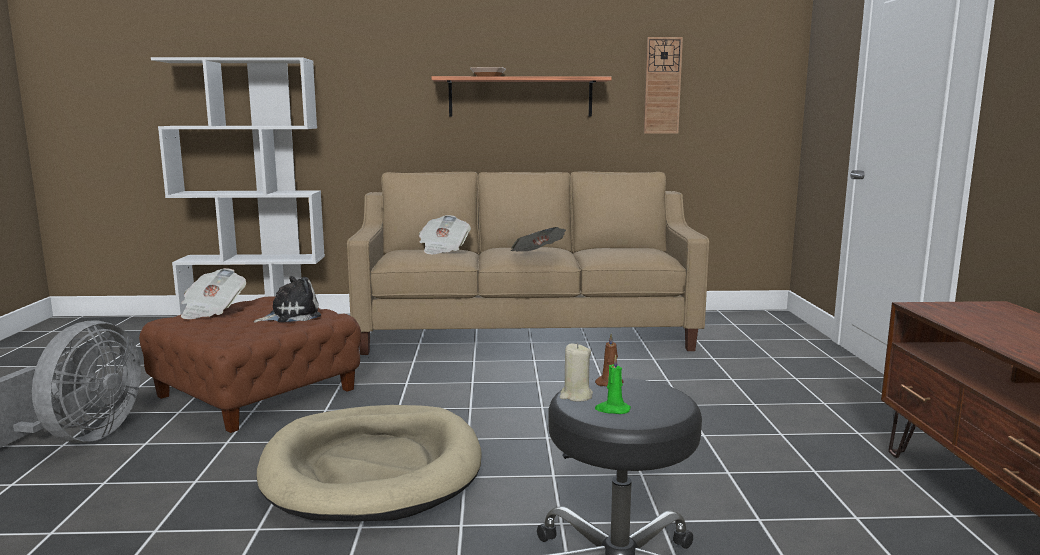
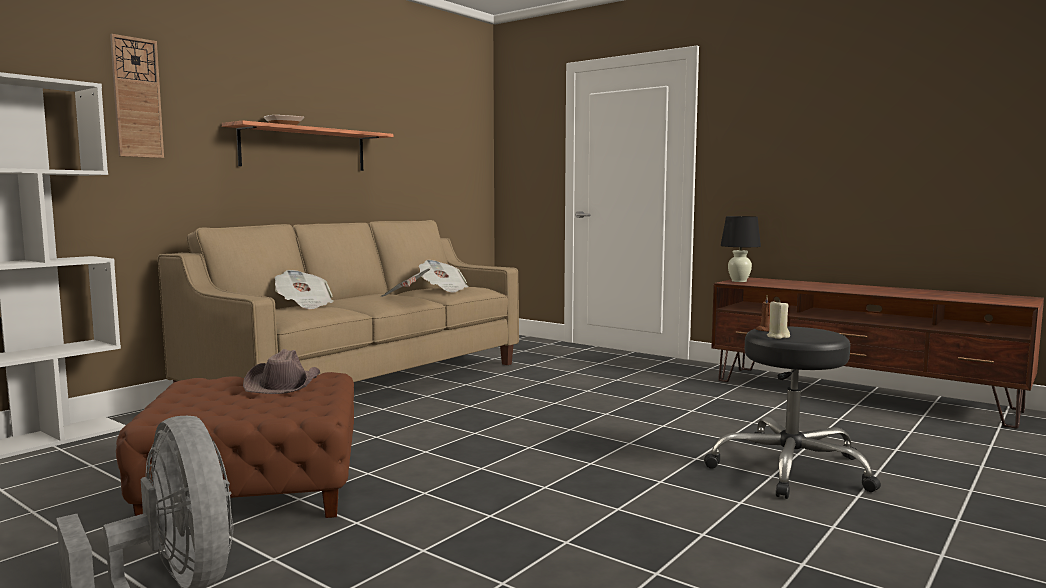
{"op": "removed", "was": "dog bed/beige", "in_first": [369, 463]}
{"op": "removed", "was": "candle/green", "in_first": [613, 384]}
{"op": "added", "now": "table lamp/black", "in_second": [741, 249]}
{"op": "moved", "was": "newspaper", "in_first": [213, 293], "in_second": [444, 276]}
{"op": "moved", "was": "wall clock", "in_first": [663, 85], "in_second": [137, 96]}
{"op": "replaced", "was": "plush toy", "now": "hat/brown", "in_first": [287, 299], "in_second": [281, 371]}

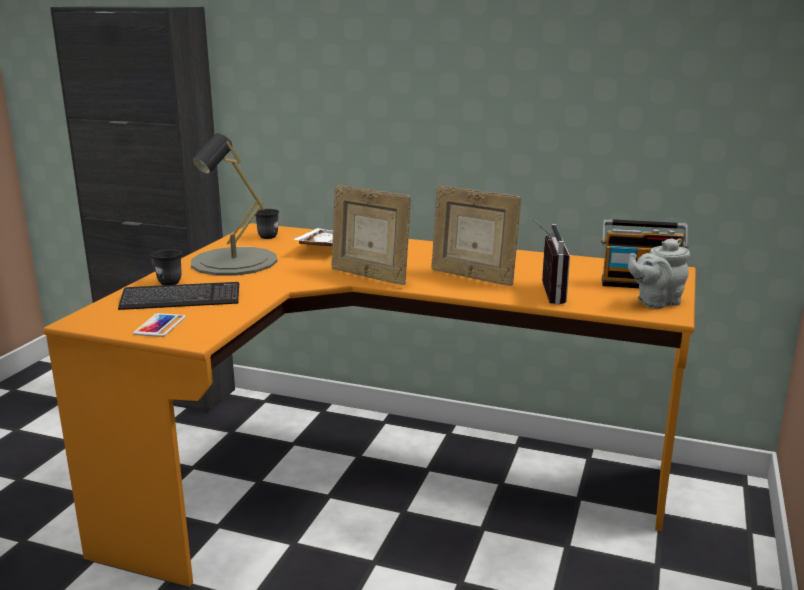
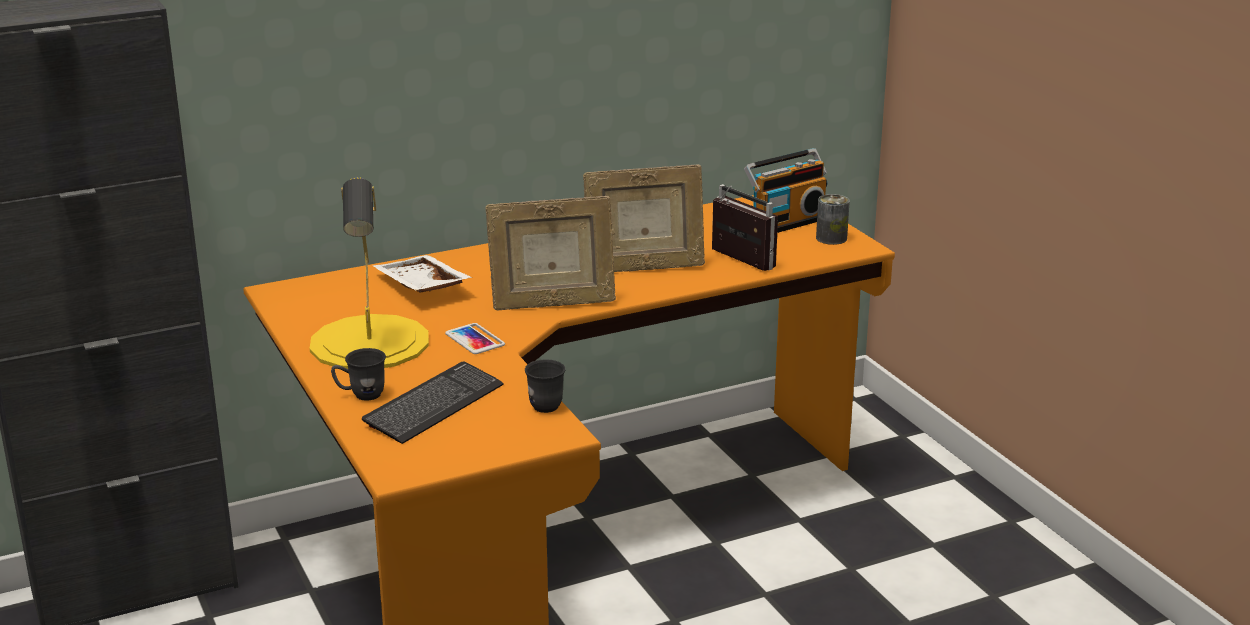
{"op": "moved", "was": "phone", "in_first": [159, 325], "in_second": [475, 338]}
{"op": "moved", "was": "mug/grey", "in_first": [267, 224], "in_second": [545, 386]}
{"op": "replaced", "was": "teapot/grey", "now": "can", "in_first": [659, 273], "in_second": [833, 219]}
{"op": "recoloured", "was": "table lamp/grey", "now": "table lamp/yellow", "in_first": [234, 204], "in_second": [369, 273]}

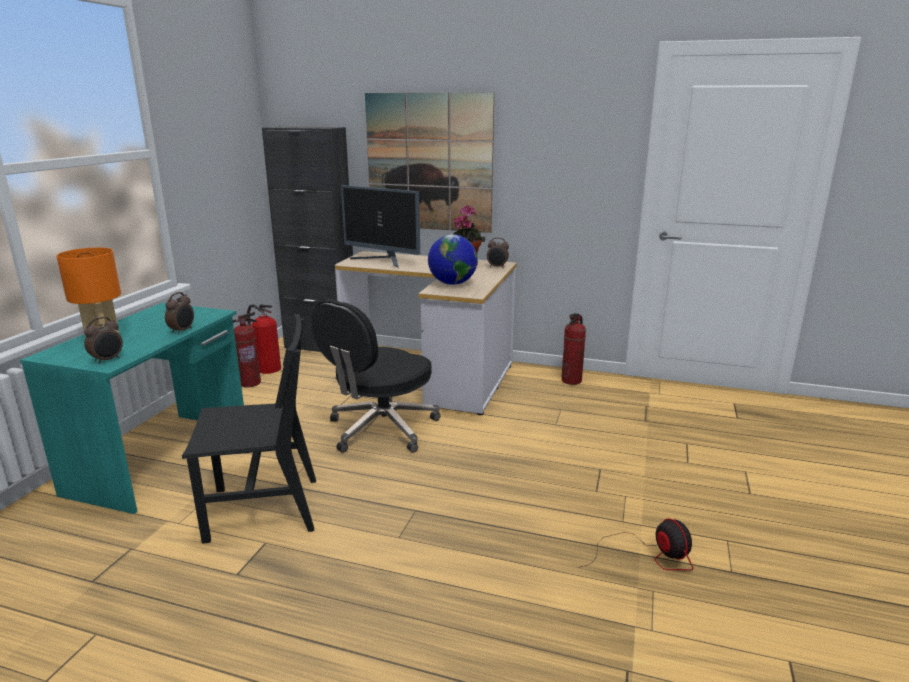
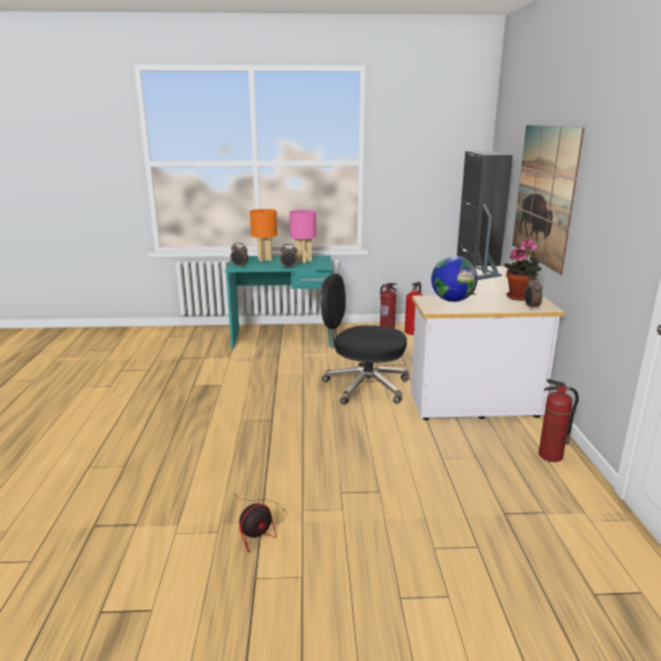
{"op": "removed", "was": "chair/black", "in_first": [249, 429]}
{"op": "added", "now": "table lamp/pink", "in_second": [302, 236]}

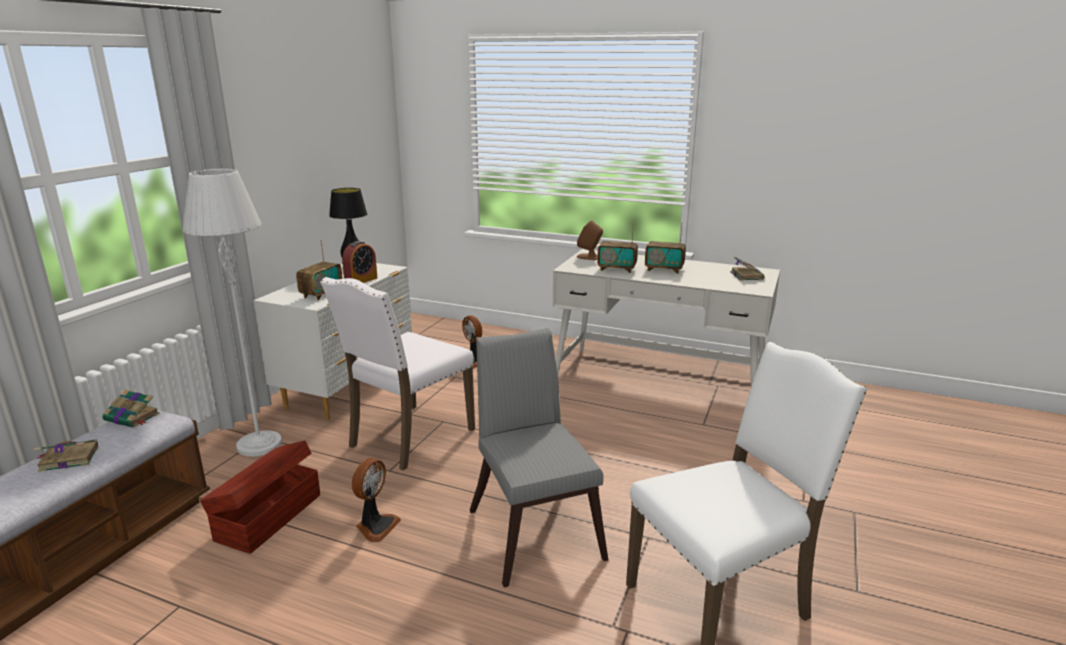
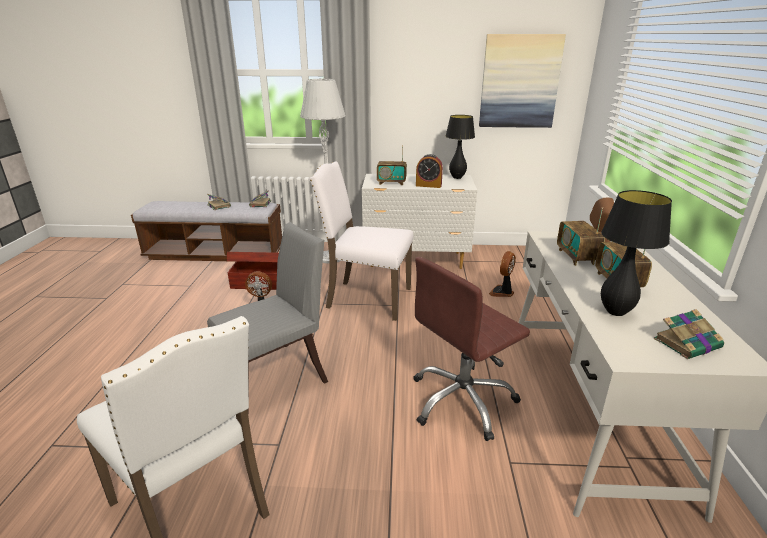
{"op": "added", "now": "office chair/brown", "in_second": [471, 349]}
{"op": "added", "now": "picture", "in_second": [522, 81]}
{"op": "added", "now": "table lamp/black", "in_second": [636, 253]}

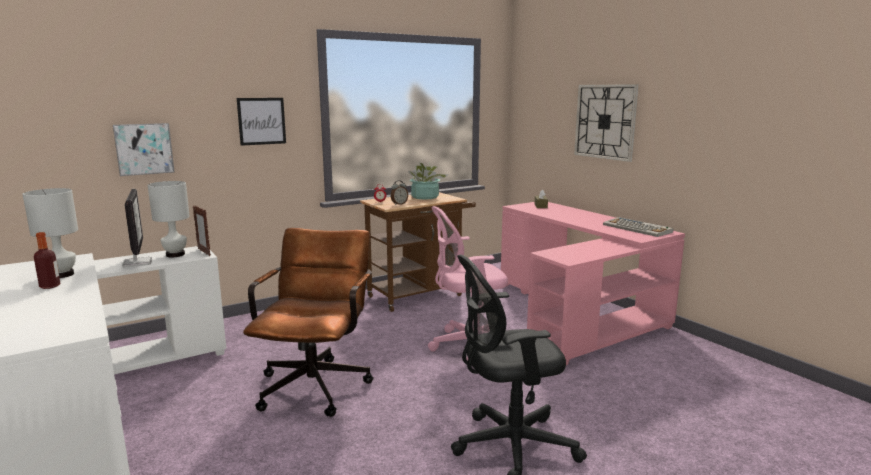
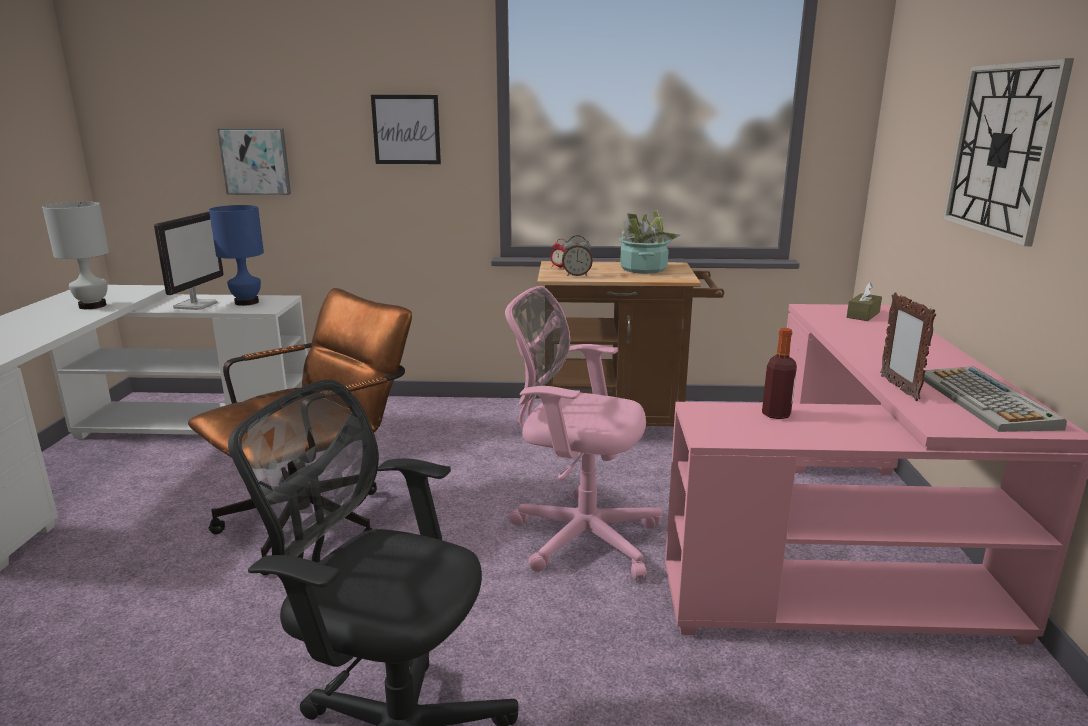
{"op": "moved", "was": "bottle", "in_first": [47, 260], "in_second": [779, 373]}
{"op": "moved", "was": "picture frame", "in_first": [202, 230], "in_second": [908, 347]}
{"op": "recoloured", "was": "table lamp/white", "now": "table lamp/blue", "in_first": [169, 219], "in_second": [236, 255]}

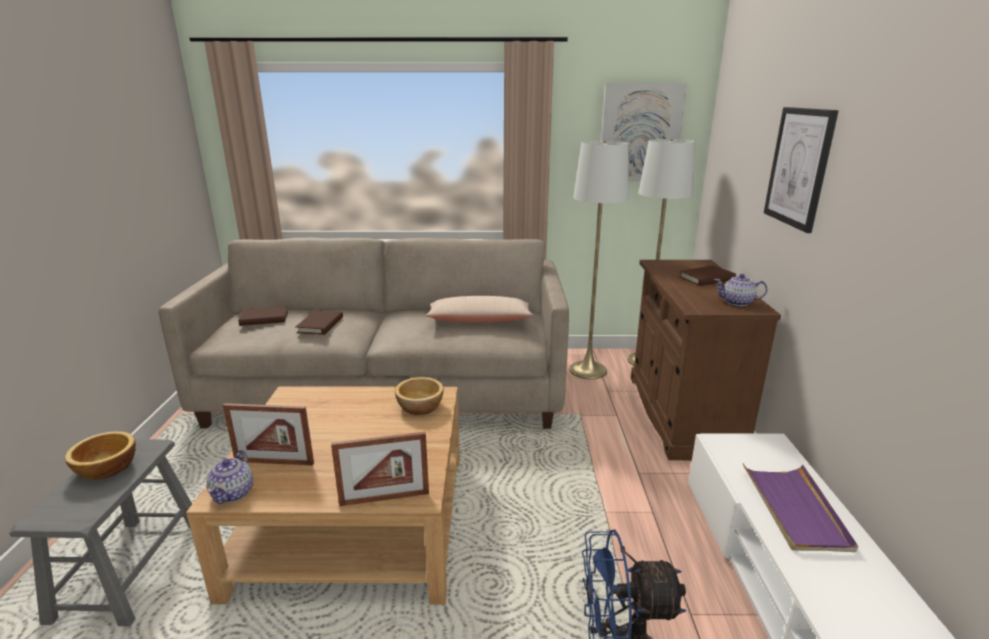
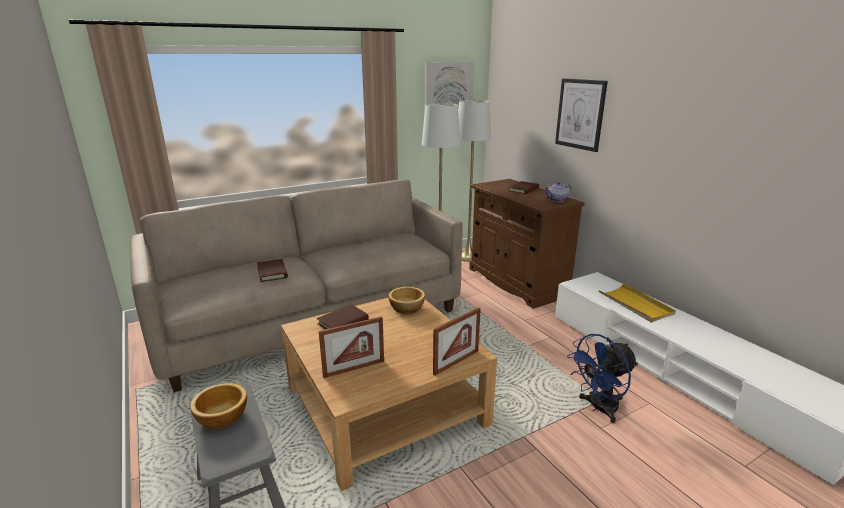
{"op": "removed", "was": "teapot", "in_first": [229, 477]}
{"op": "removed", "was": "pillow/beige", "in_first": [479, 309]}
{"op": "moved", "was": "book/brown", "in_first": [263, 316], "in_second": [343, 316]}
{"op": "recoloured", "was": "tray/purple", "now": "tray/yellow", "in_first": [800, 508], "in_second": [637, 302]}

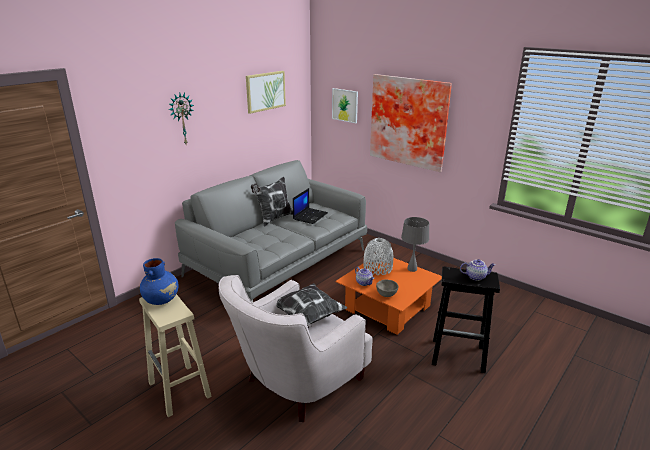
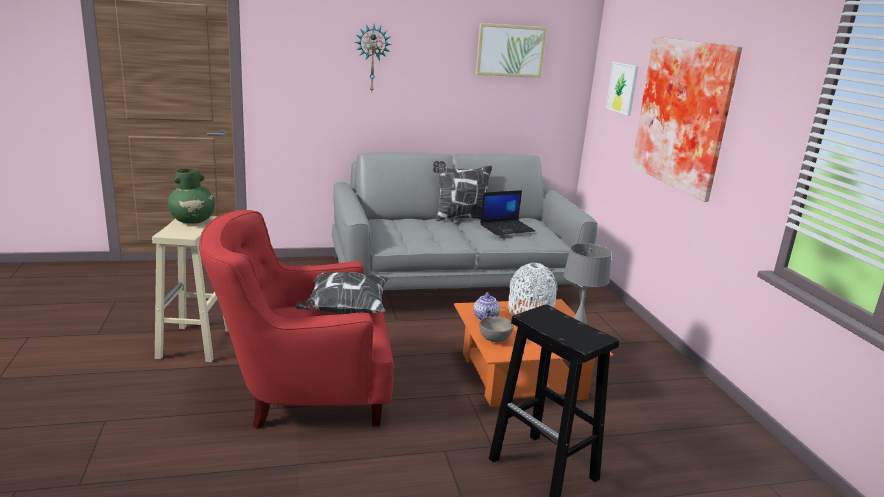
{"op": "removed", "was": "teapot", "in_first": [477, 270]}
{"op": "recoloured", "was": "vase/blue", "now": "vase/green", "in_first": [159, 281], "in_second": [191, 196]}
{"op": "recoloured", "was": "armchair/white", "now": "armchair/red", "in_first": [296, 348], "in_second": [296, 319]}

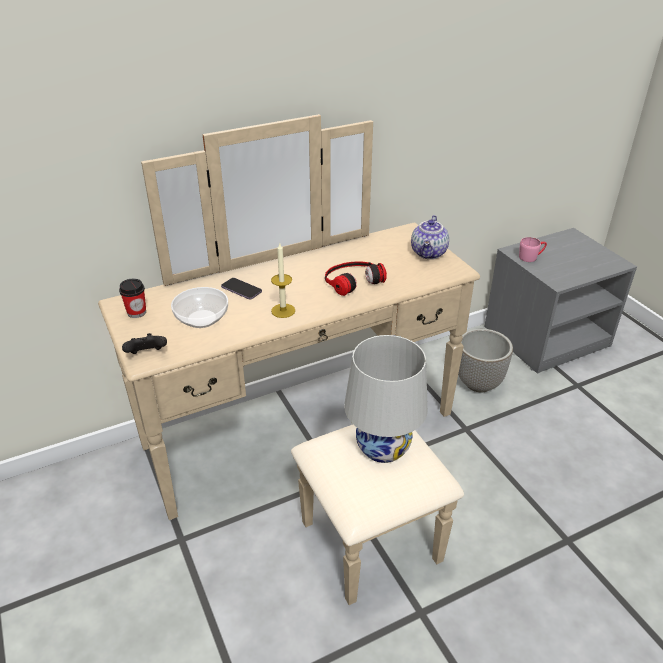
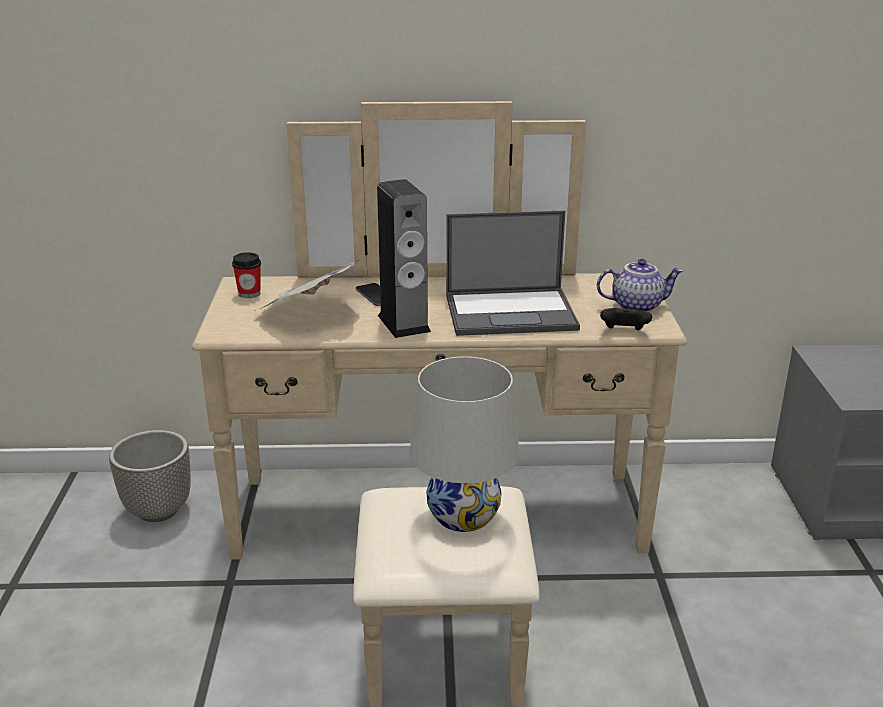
{"op": "removed", "was": "mug/pink", "in_first": [533, 249]}
{"op": "moved", "was": "game controller/black", "in_first": [144, 343], "in_second": [626, 318]}
{"op": "moved", "was": "planter", "in_first": [485, 360], "in_second": [150, 476]}
{"op": "replaced", "was": "bowl", "now": "newspaper", "in_first": [199, 307], "in_second": [307, 285]}
{"op": "replaced", "was": "candle", "now": "speaker", "in_first": [283, 280], "in_second": [404, 258]}
{"op": "replaced", "was": "headphones", "now": "laptop", "in_first": [356, 278], "in_second": [513, 273]}
{"op": "turned", "was": "teapot", "in_first": [430, 237], "in_second": [640, 285], "clockwise": -135}

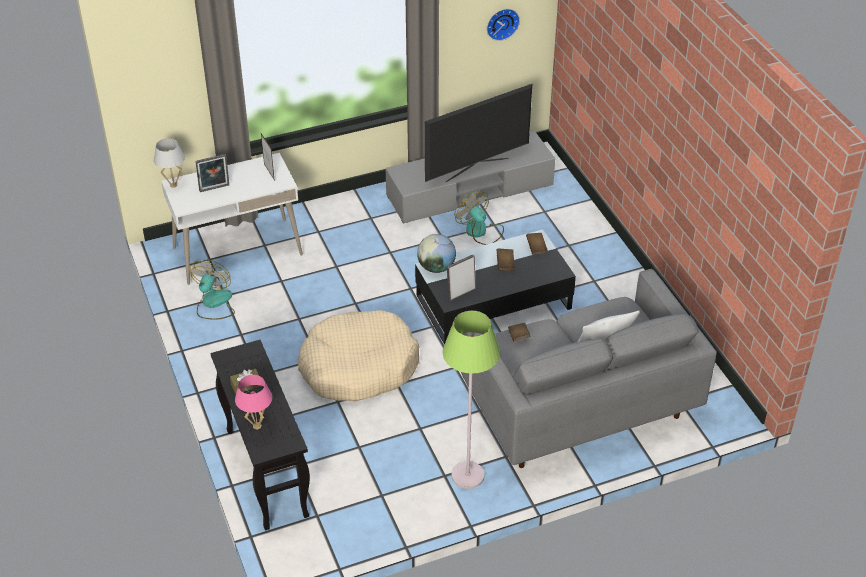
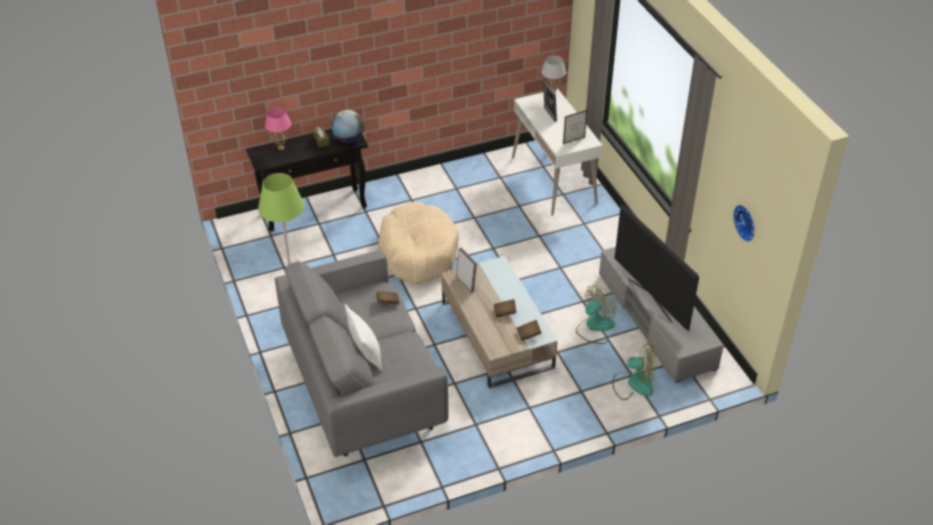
{"op": "moved", "was": "fan", "in_first": [212, 289], "in_second": [634, 371]}
{"op": "moved", "was": "globe", "in_first": [436, 253], "in_second": [347, 126]}
{"op": "recoloured", "was": "coffee table/black", "now": "coffee table/beige", "in_first": [495, 286], "in_second": [499, 322]}

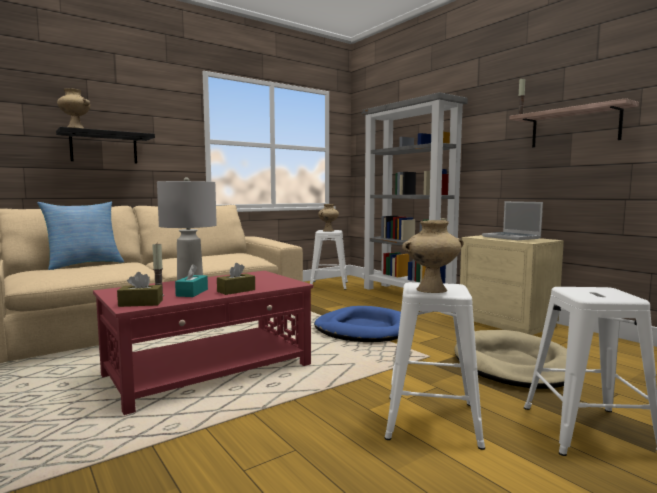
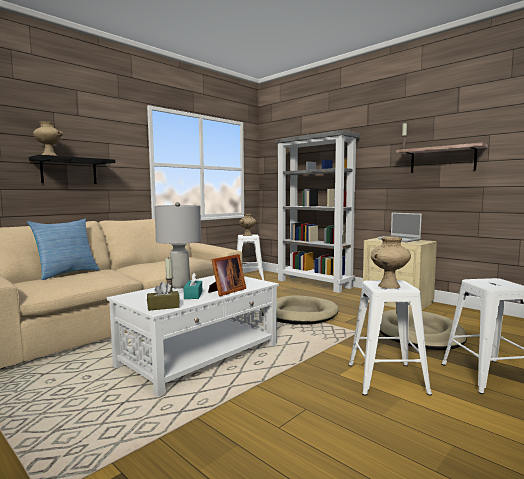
{"op": "replaced", "was": "tissue box/brown", "now": "picture frame", "in_first": [236, 279], "in_second": [227, 275]}
{"op": "recoloured", "was": "coffee table/red", "now": "coffee table/white", "in_first": [203, 343], "in_second": [193, 336]}
{"op": "recoloured", "was": "dog bed/blue", "now": "dog bed/beige", "in_first": [357, 324], "in_second": [299, 310]}

